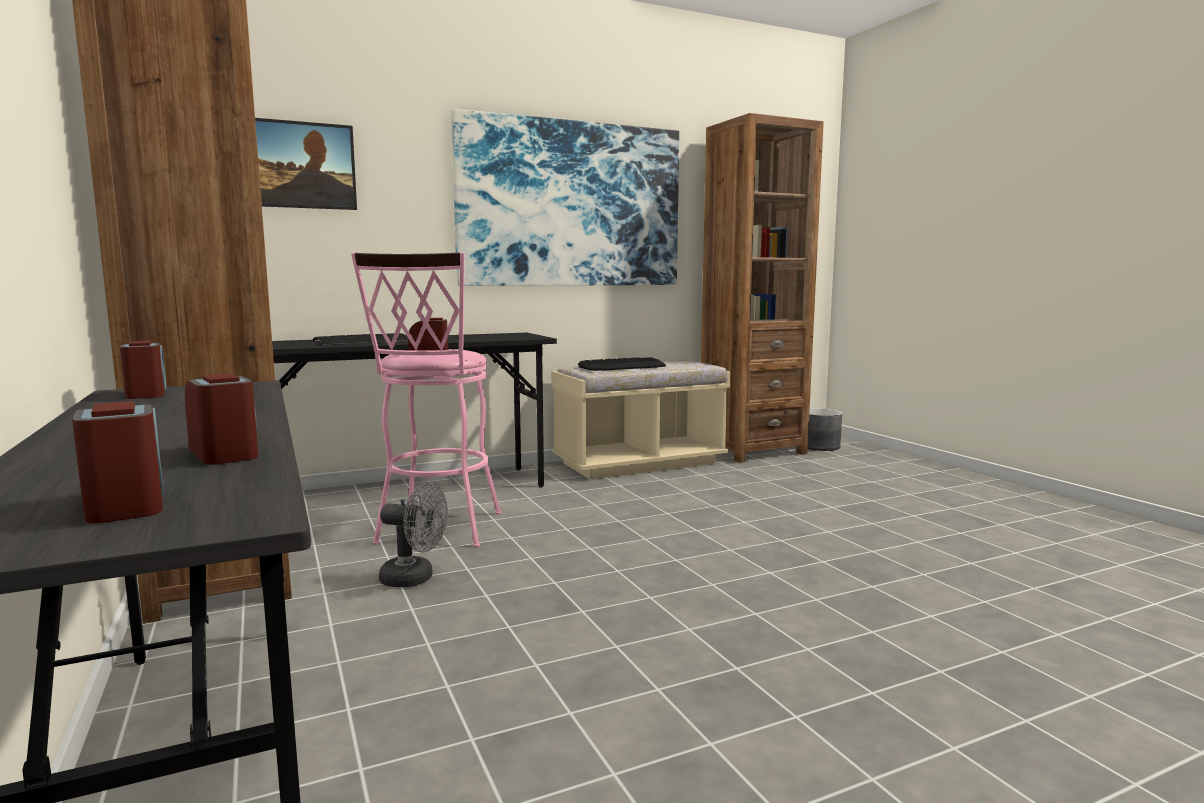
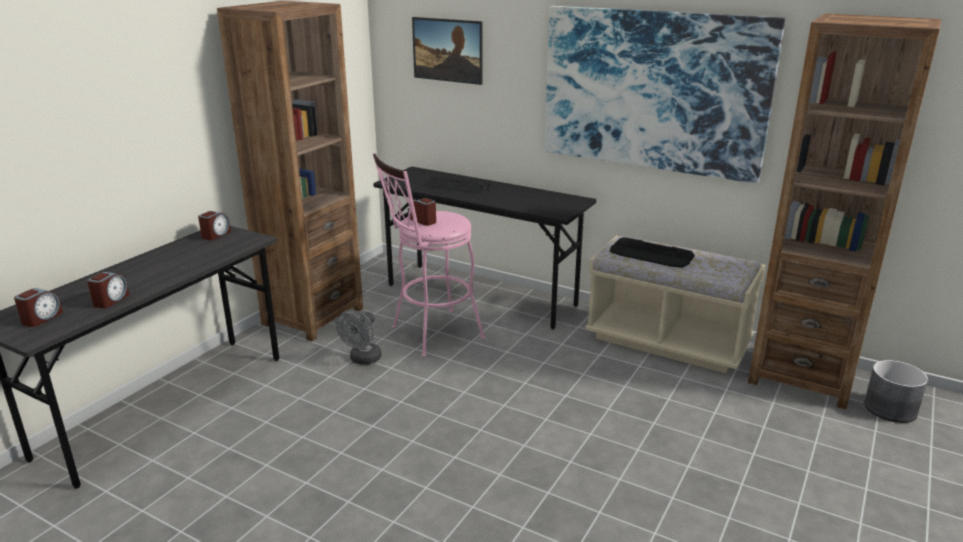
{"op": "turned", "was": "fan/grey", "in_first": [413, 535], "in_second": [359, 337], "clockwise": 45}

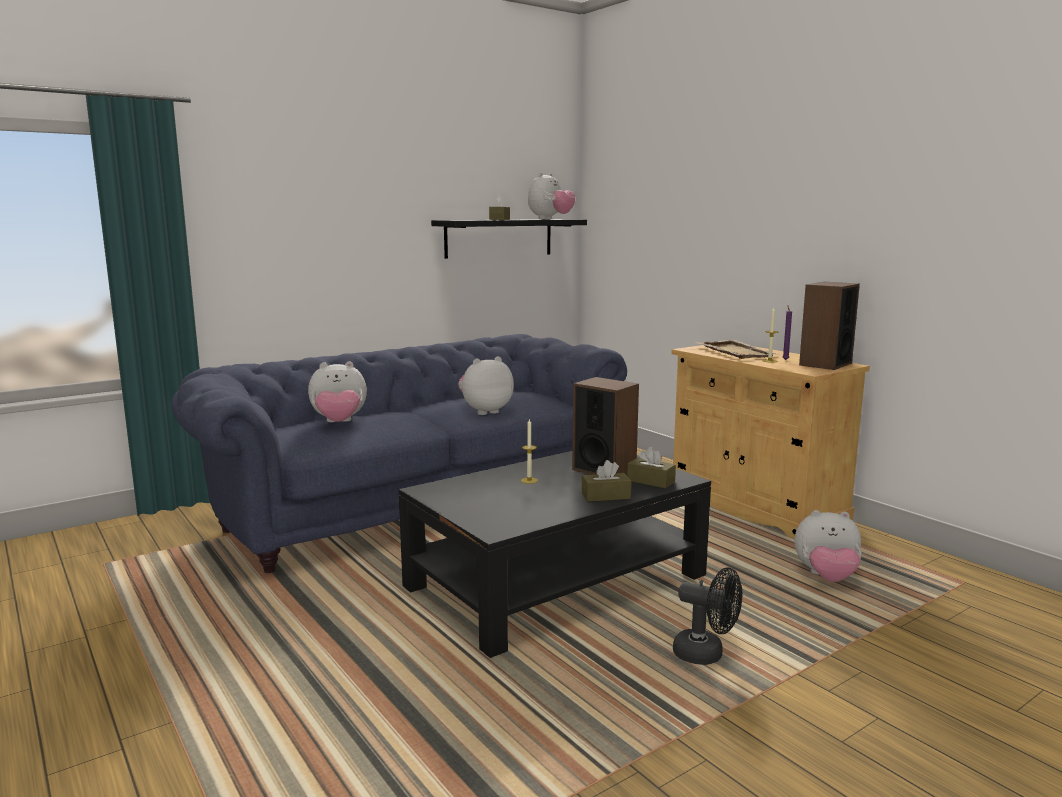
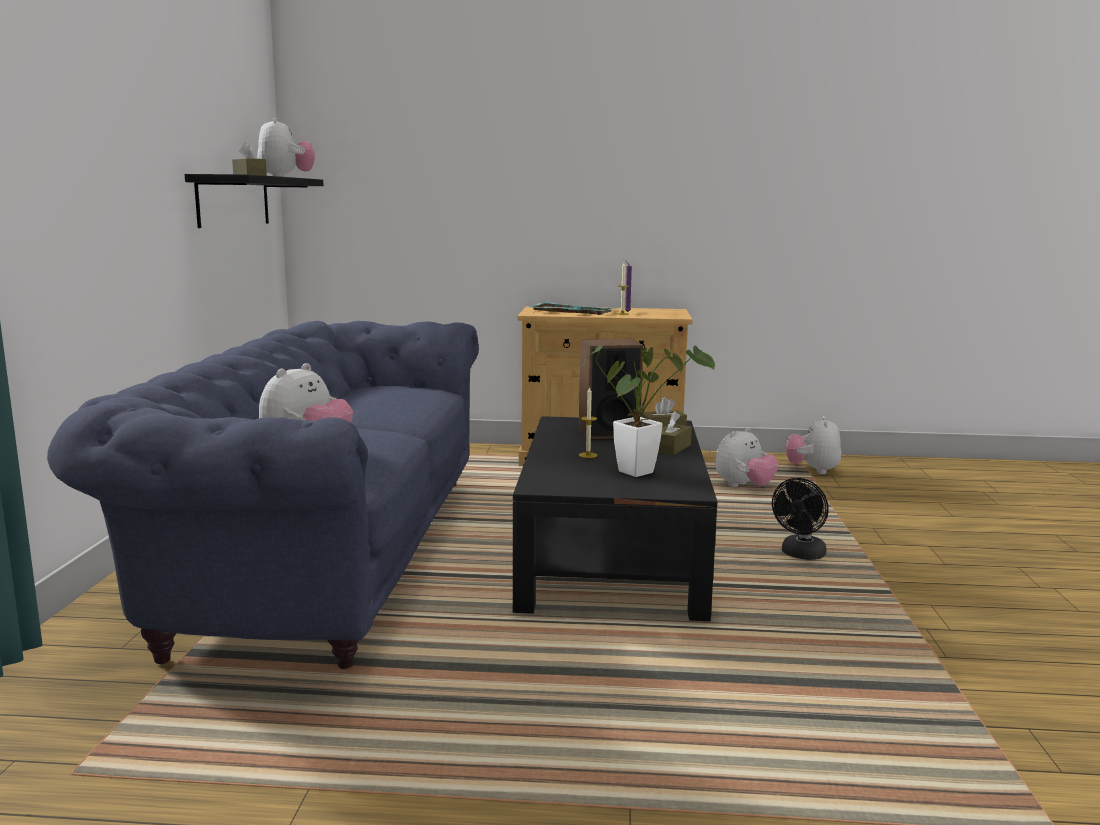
{"op": "removed", "was": "speaker", "in_first": [829, 326]}
{"op": "added", "now": "potted plant", "in_second": [649, 411]}
{"op": "moved", "was": "plush toy", "in_first": [486, 386], "in_second": [813, 445]}
{"op": "recoloured", "was": "tray/beige", "now": "tray/turquoise", "in_first": [739, 349], "in_second": [570, 308]}
{"op": "turned", "was": "fan/black", "in_first": [707, 616], "in_second": [800, 519], "clockwise": 150}

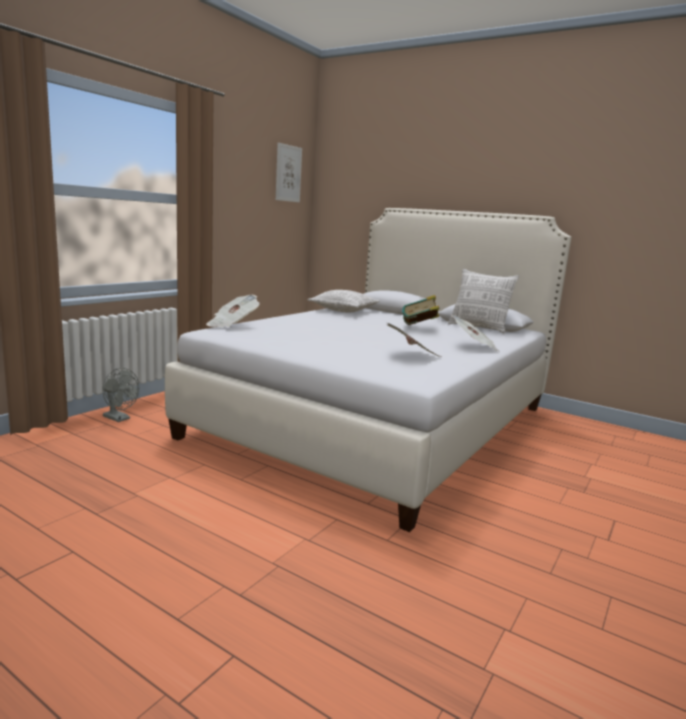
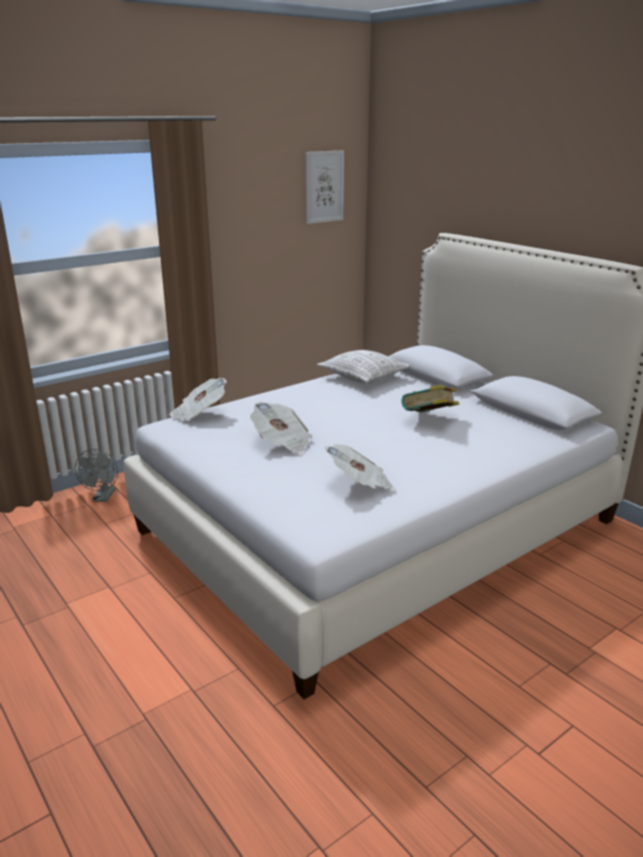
{"op": "removed", "was": "pillow", "in_first": [483, 301]}
{"op": "moved", "was": "newspaper", "in_first": [475, 333], "in_second": [281, 428]}
{"op": "turned", "was": "fan/grey", "in_first": [120, 395], "in_second": [96, 475], "clockwise": 45}

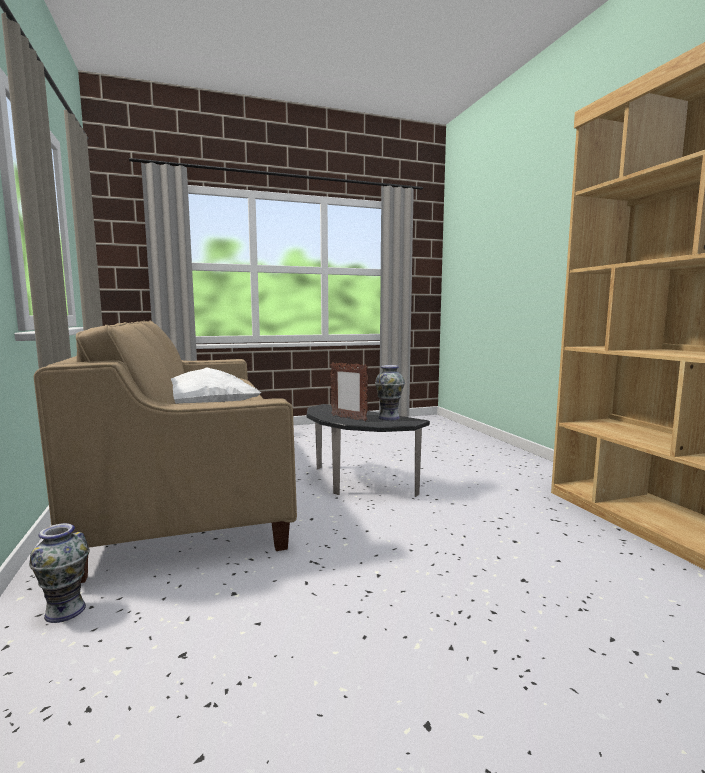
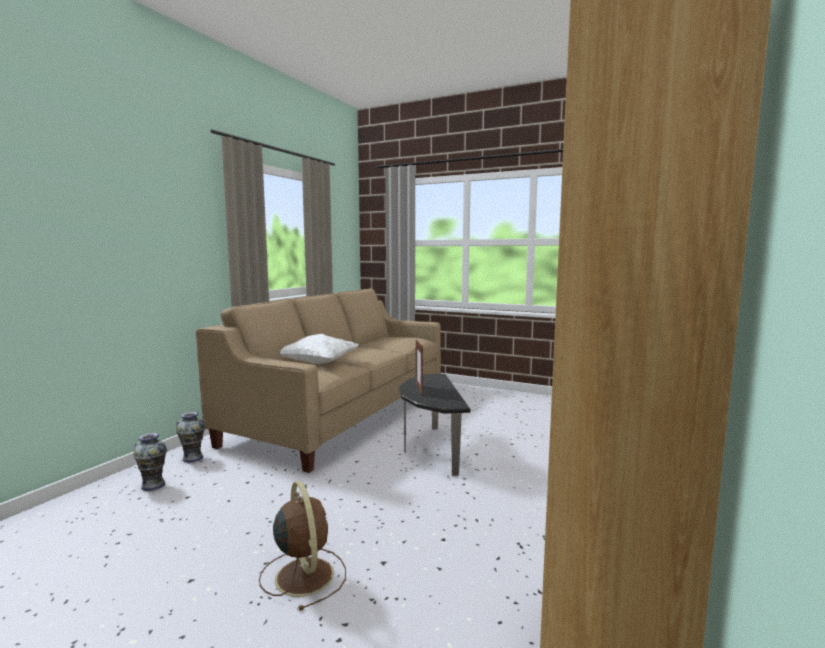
{"op": "added", "now": "fan/brown", "in_second": [302, 546]}
{"op": "moved", "was": "vase", "in_first": [390, 393], "in_second": [150, 462]}

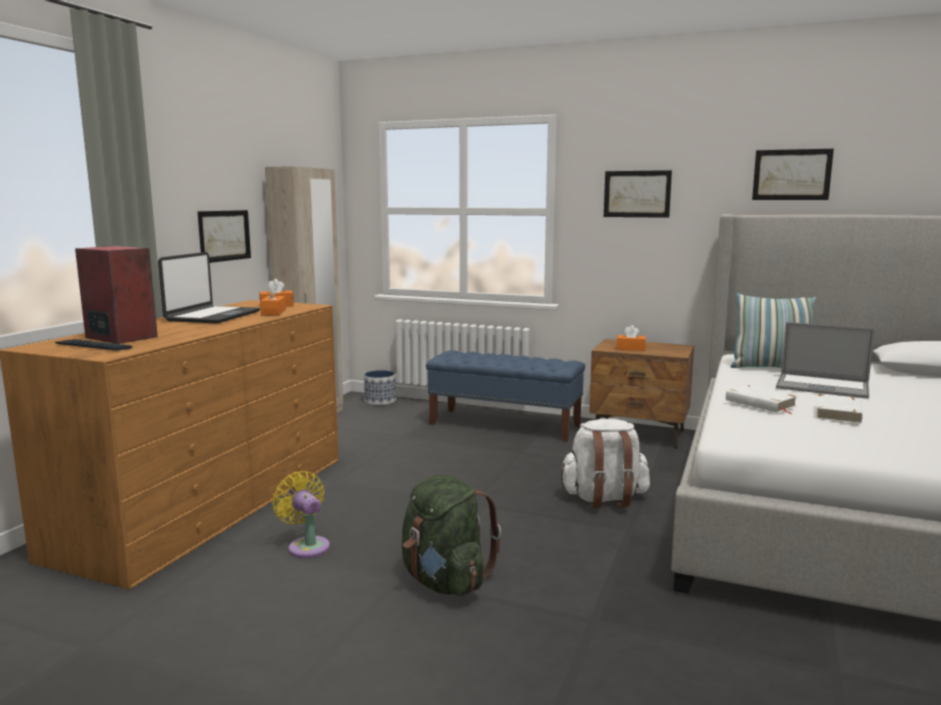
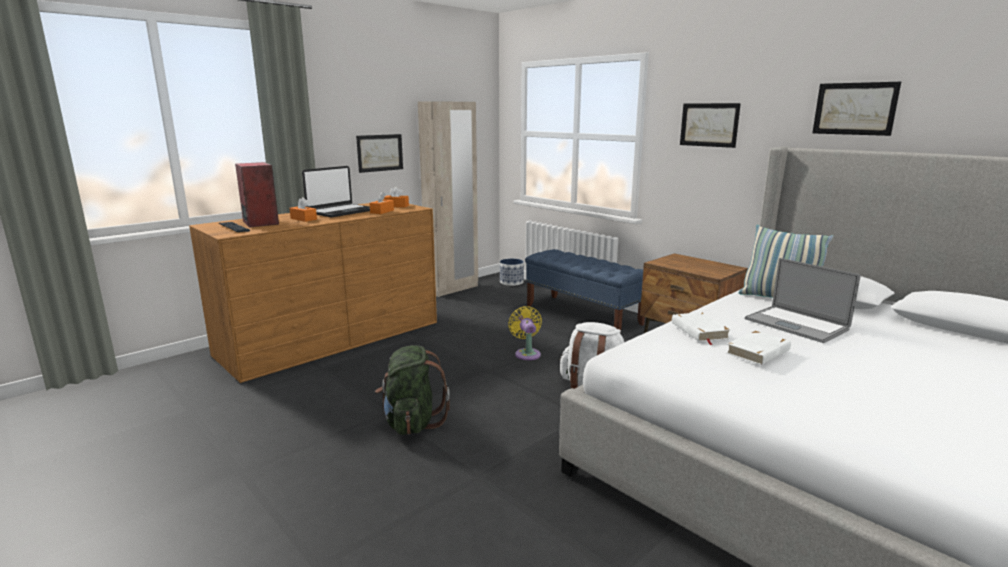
{"op": "moved", "was": "fan/yellow", "in_first": [301, 514], "in_second": [525, 333]}
{"op": "moved", "was": "tissue box/orange", "in_first": [631, 338], "in_second": [303, 209]}

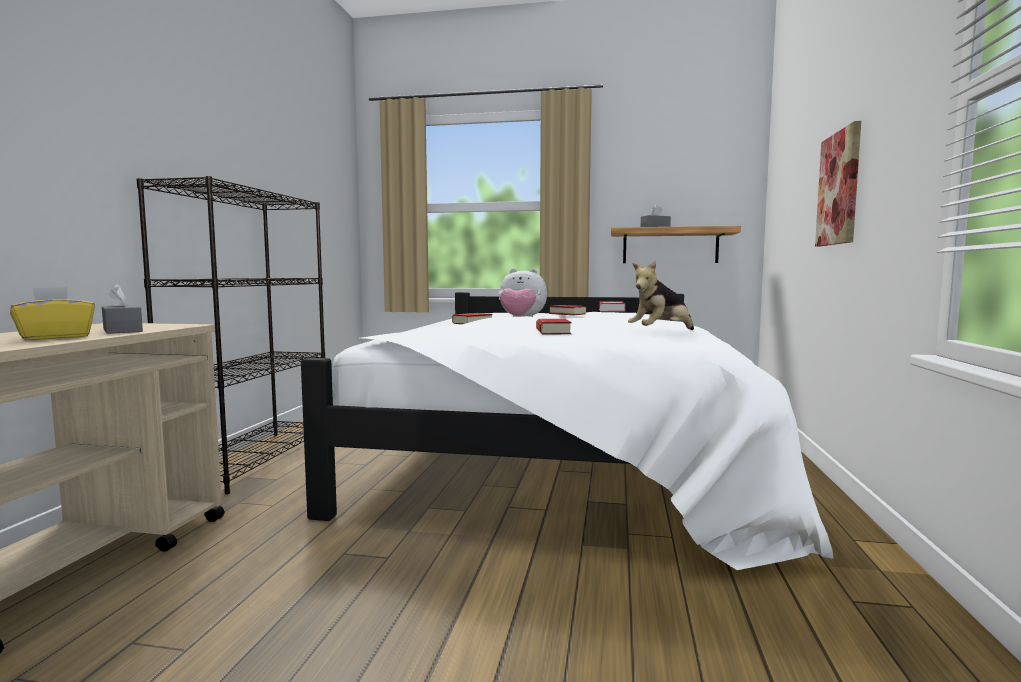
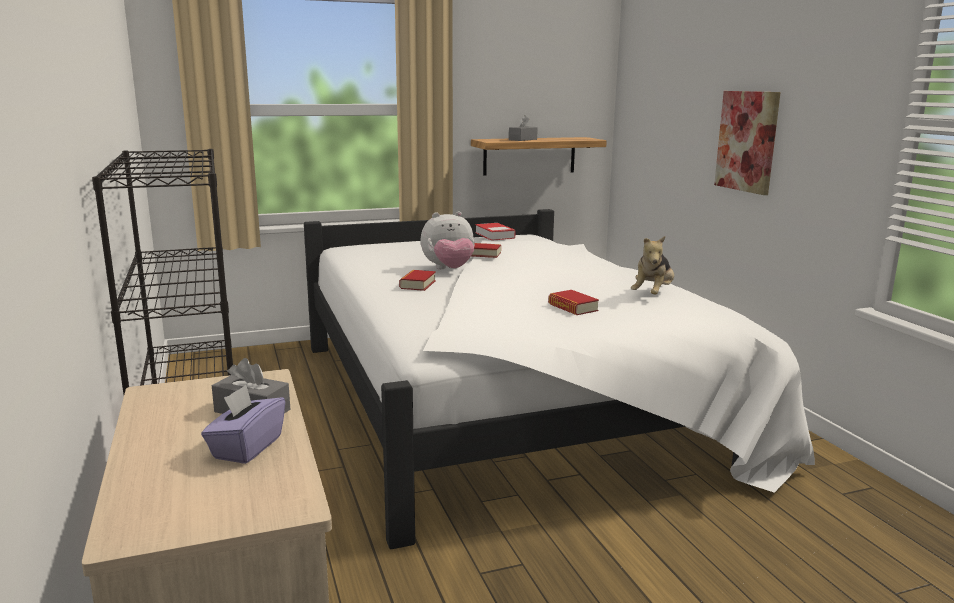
{"op": "recoloured", "was": "tissue box/yellow", "now": "tissue box/purple", "in_first": [52, 313], "in_second": [243, 424]}

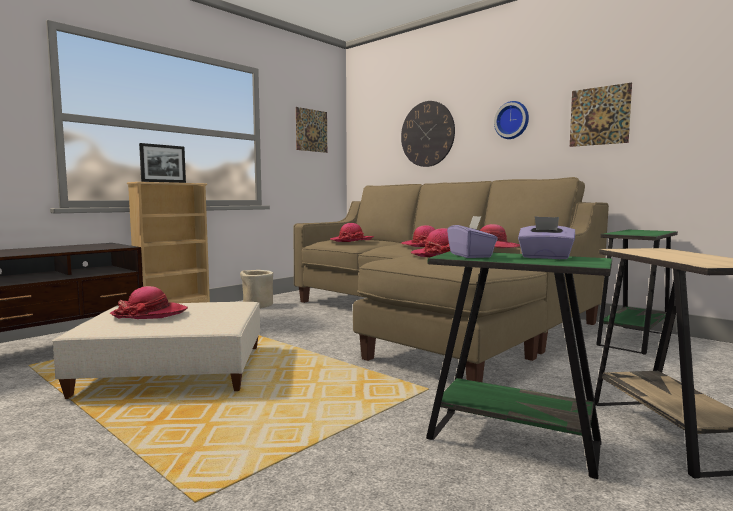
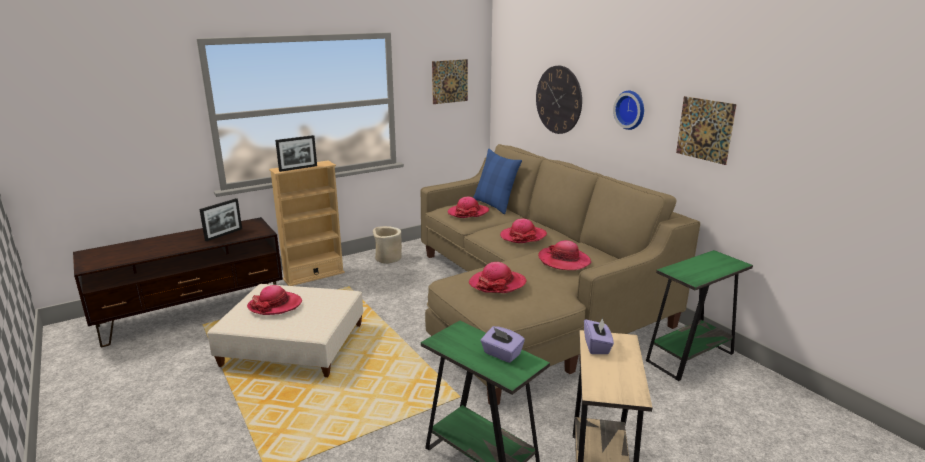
{"op": "added", "now": "picture frame", "in_second": [220, 219]}
{"op": "added", "now": "pillow/blue", "in_second": [497, 181]}
{"op": "moved", "was": "tissue box/purple", "in_first": [472, 237], "in_second": [599, 335]}

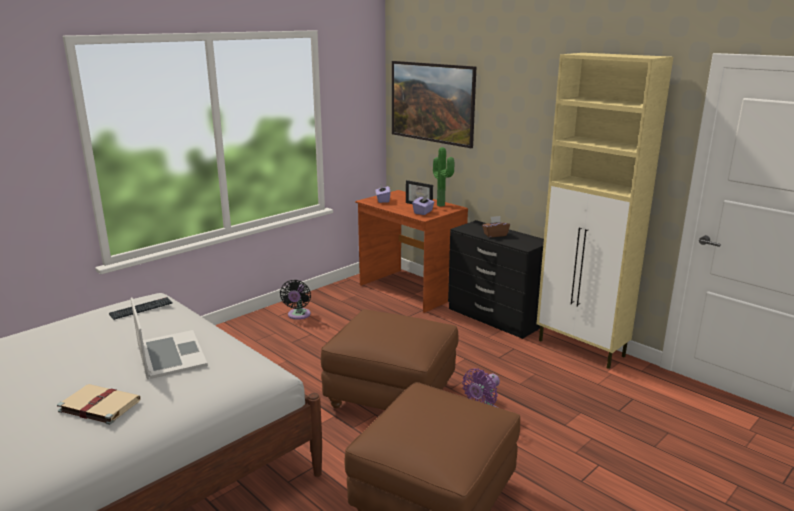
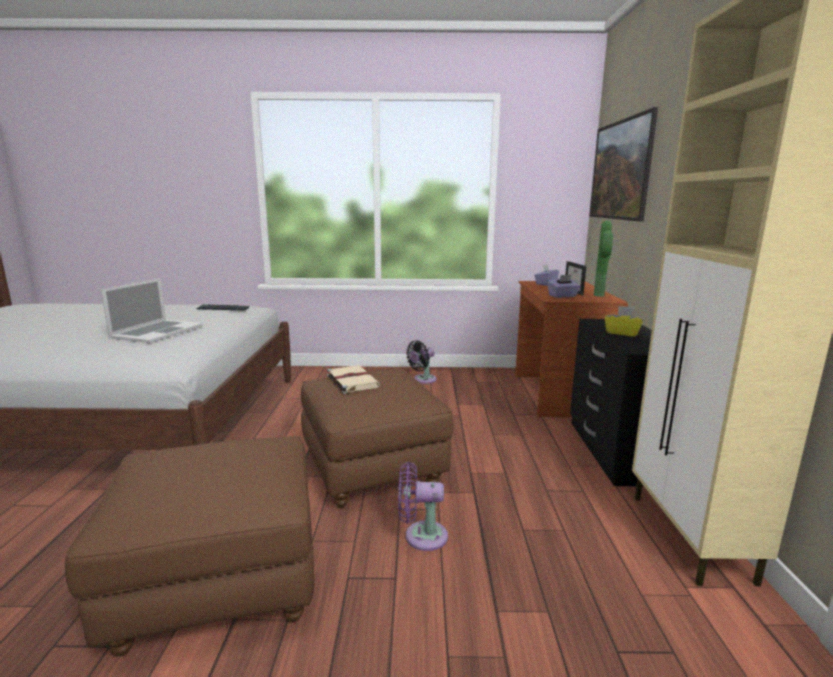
{"op": "moved", "was": "book/beige", "in_first": [99, 404], "in_second": [353, 379]}
{"op": "recoloured", "was": "tissue box/brown", "now": "tissue box/yellow", "in_first": [496, 226], "in_second": [624, 321]}

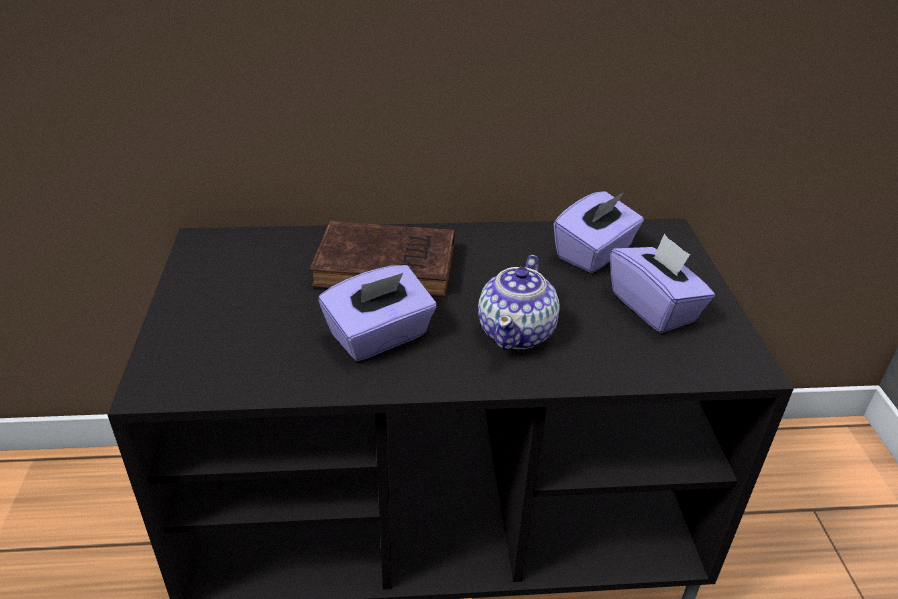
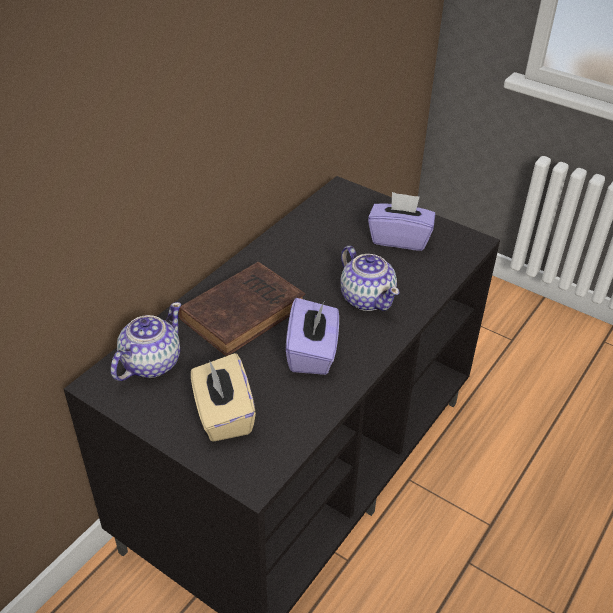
{"op": "removed", "was": "tissue box/purple", "in_first": [598, 232]}
{"op": "added", "now": "teapot", "in_second": [146, 341]}
{"op": "added", "now": "tissue box/beige", "in_second": [223, 397]}

